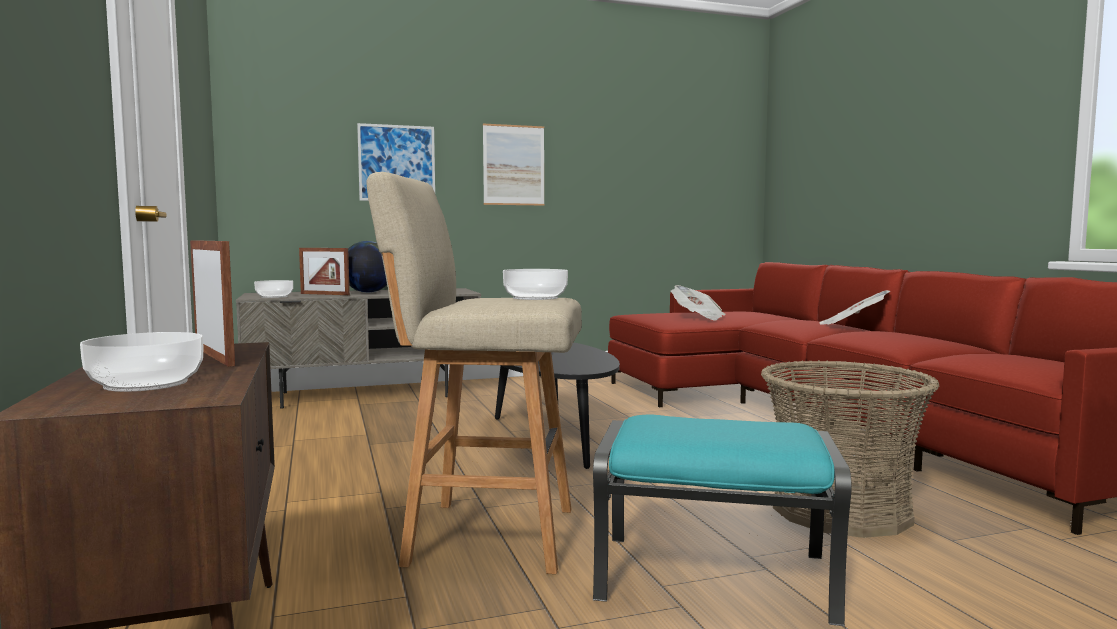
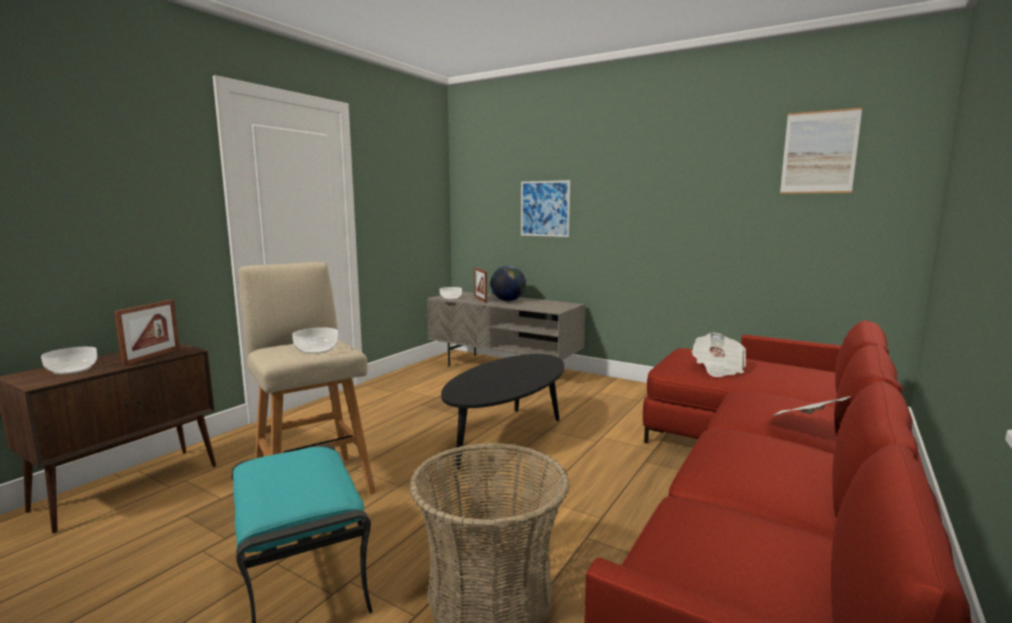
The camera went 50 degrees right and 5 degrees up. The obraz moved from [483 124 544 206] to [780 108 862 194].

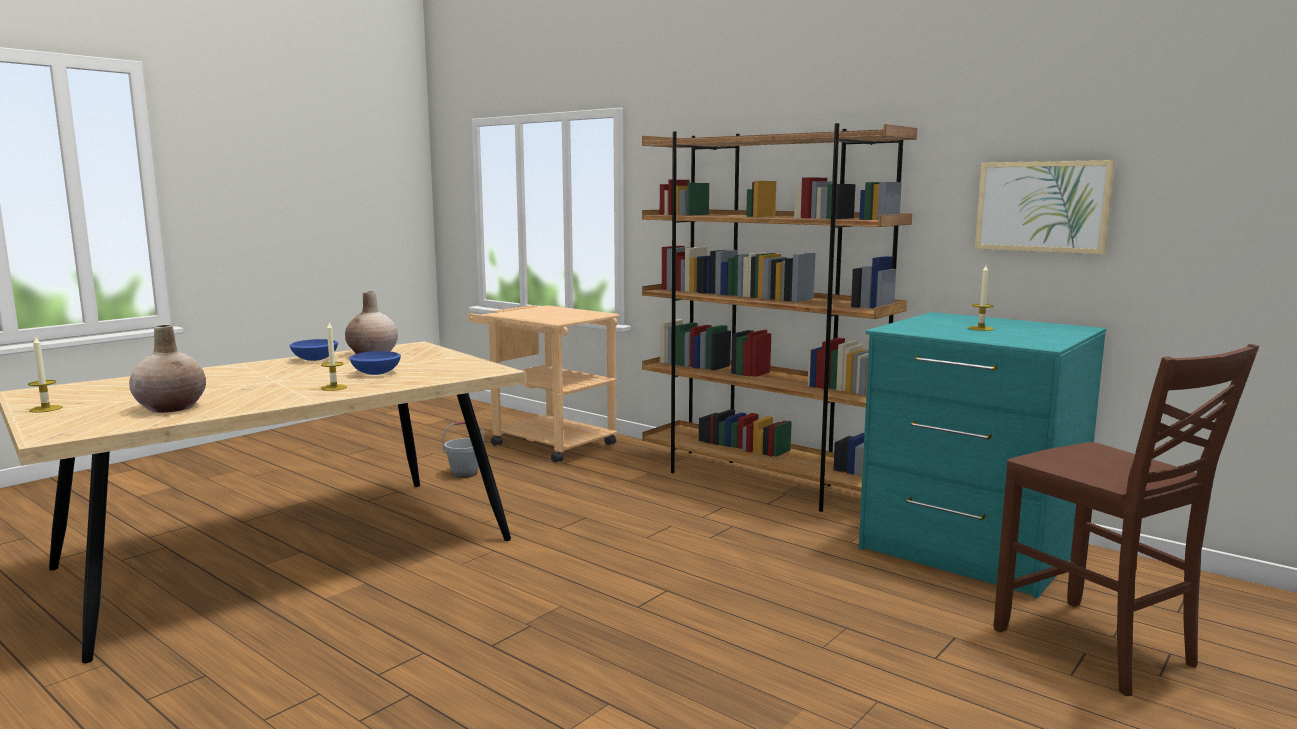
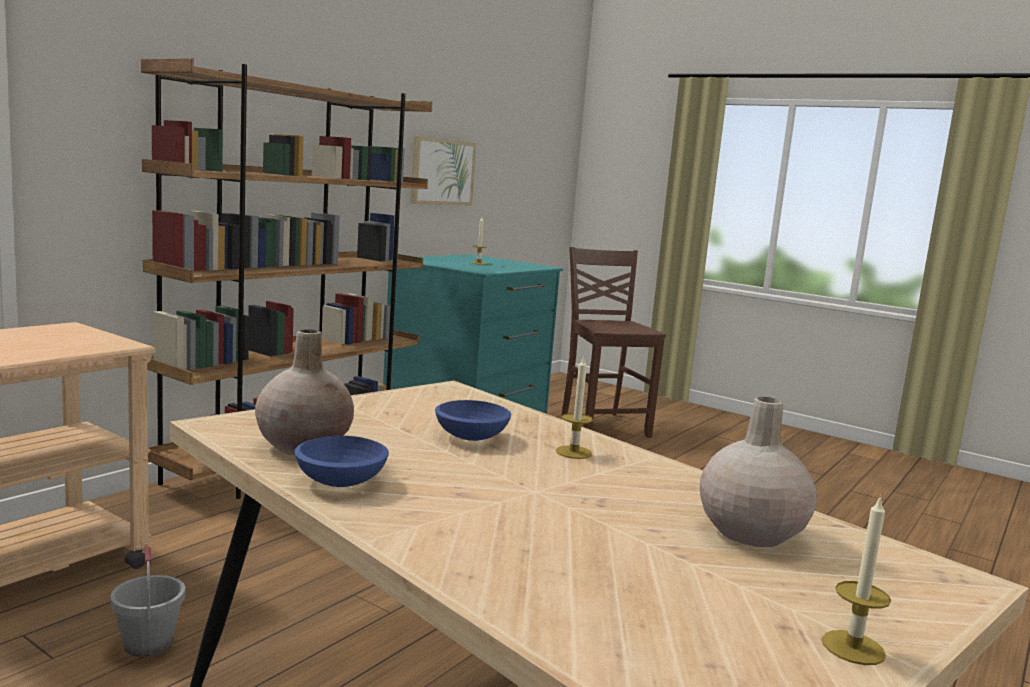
The camera went 95 degrees left and 0 degrees up. The krzesło/brązowy at [994 344 1259 696] turned 75 degrees counterclockwise.

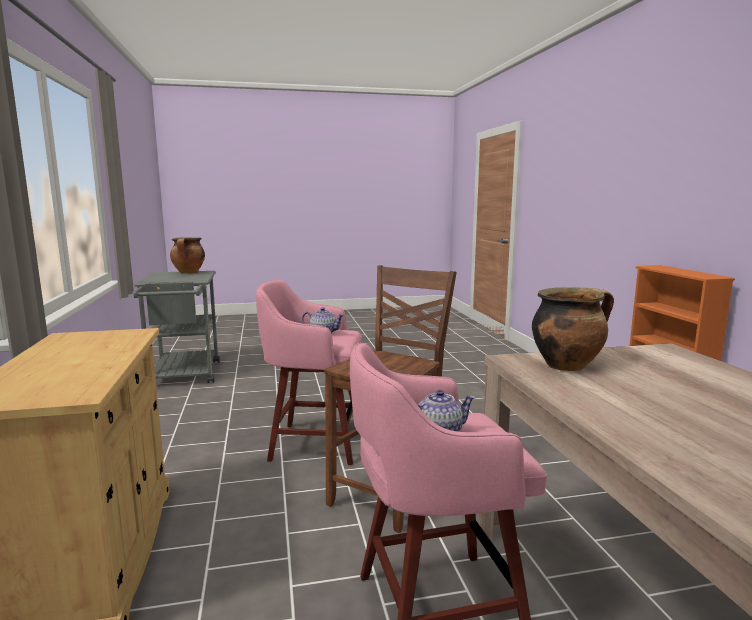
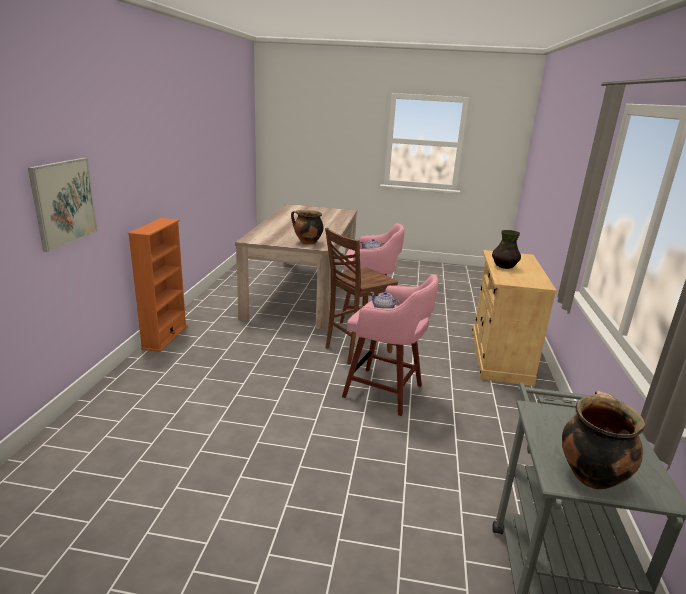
The camera went 160 degrees left and 10 degrees up. The obraz at [28 158 98 252] appeared. The wazon at [492 230 521 269] appeared.

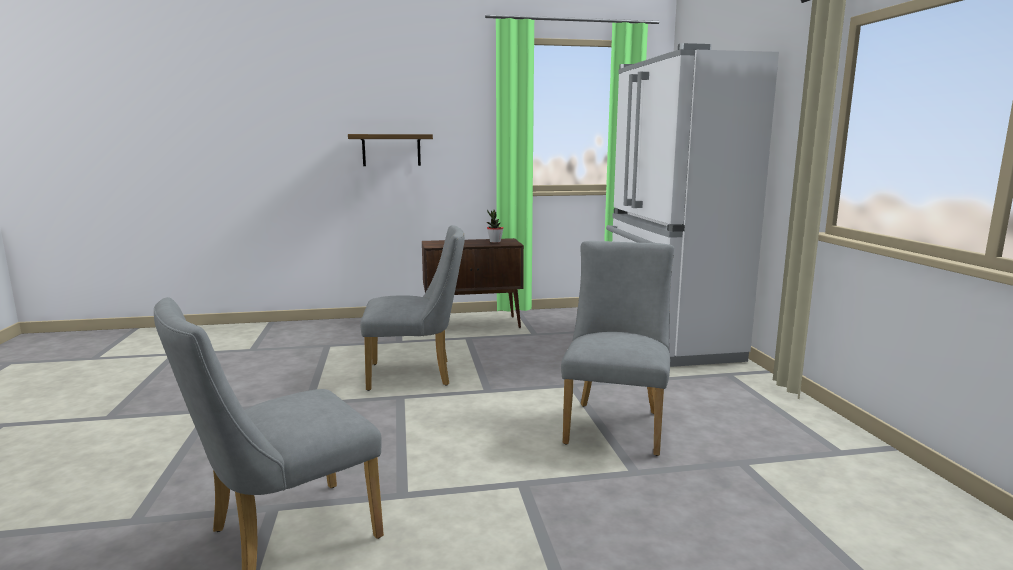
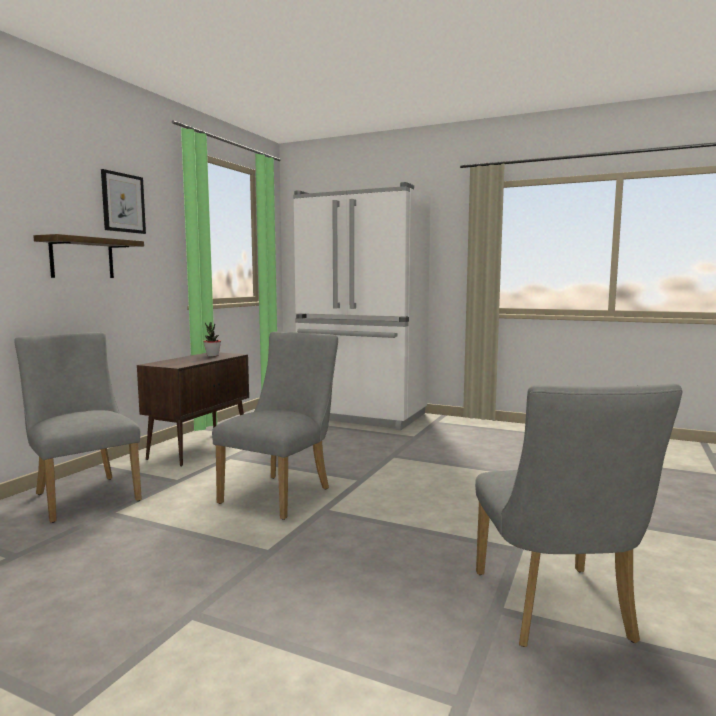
The camera went 55 degrees left and 5 degrees down. The obraz at [101 169 146 234] appeared. The krzesło/szary moved from [561 241 674 456] to [14 332 142 523].

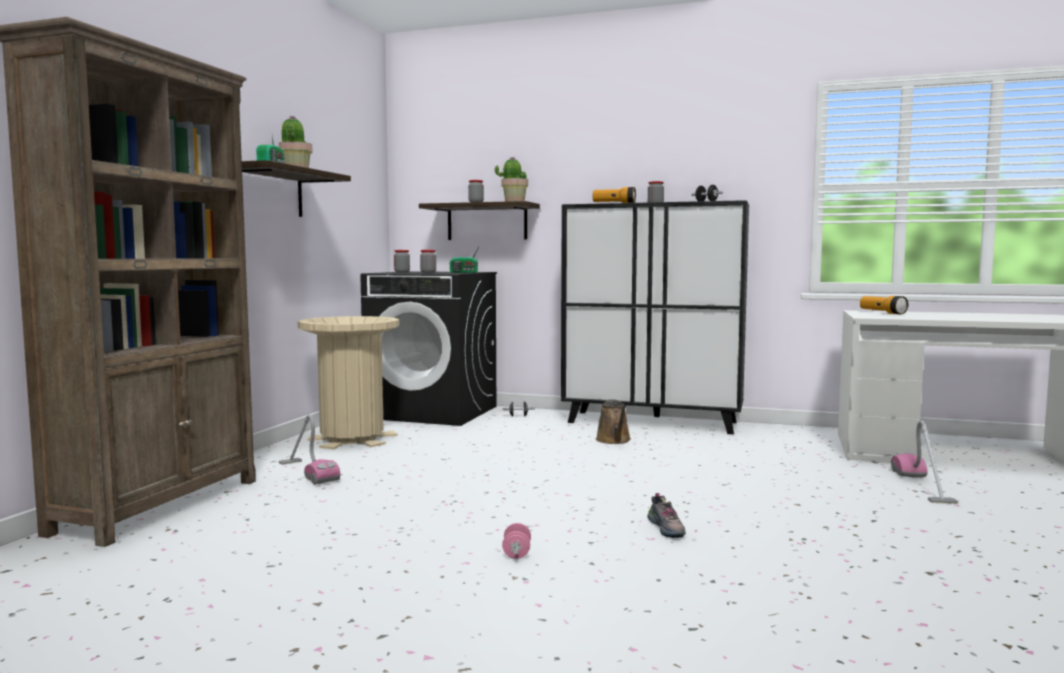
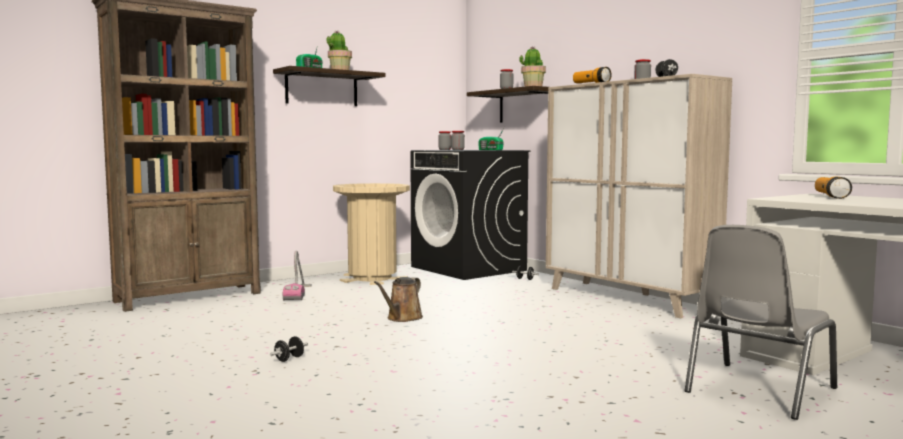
The camera went 35 degrees right and 0 degrees up. The but at [647 493 686 538] disappeared. The konewka/brązowy moved from [596 399 631 444] to [374 277 423 322]. The odkurzacz at [891 420 958 504] was replaced by the krzesło/szary at [684 225 837 420]. The hantel/różowy at [502 523 531 559] became the hantel/czarny at [270 336 308 362]. The szafka/czarny at [561 200 749 434] became the szafka/beżowy at [546 74 732 318].

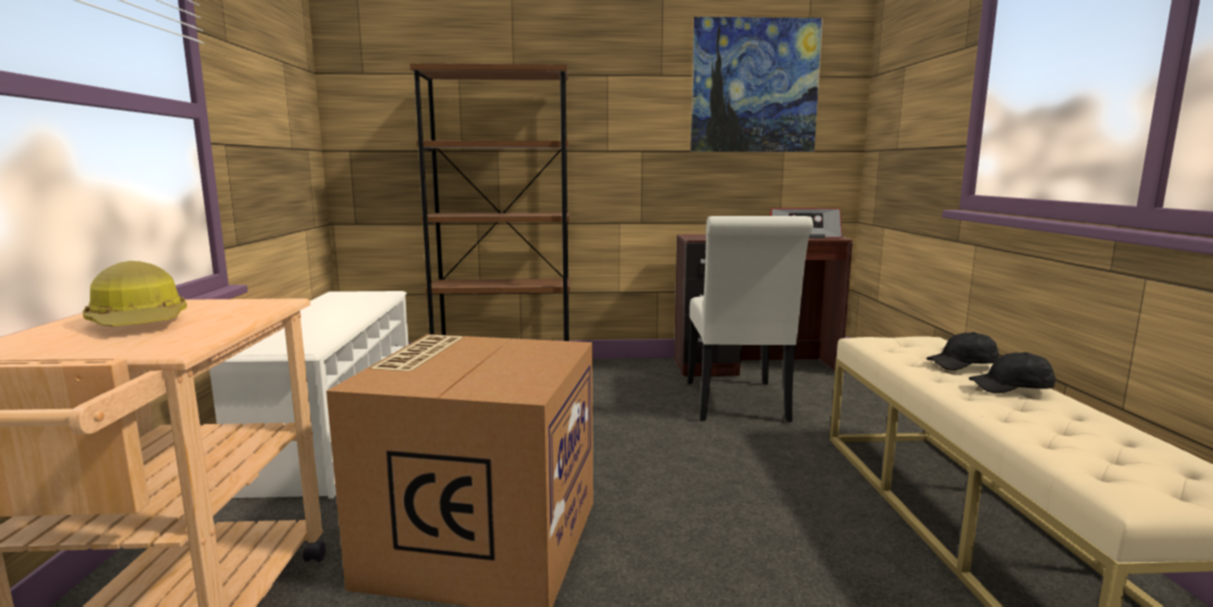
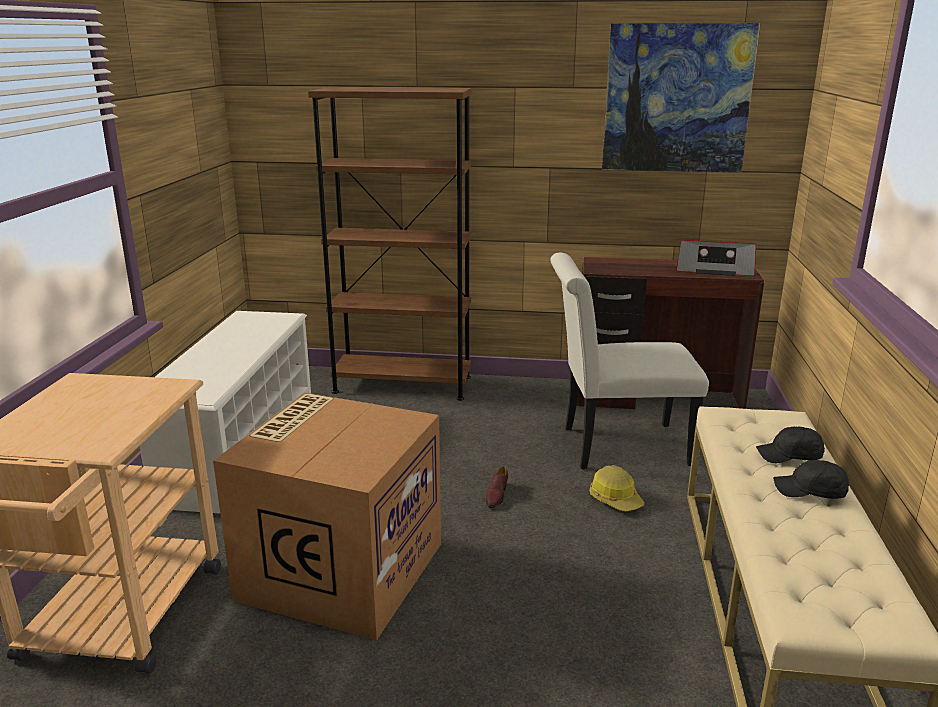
The camera went 10 degrees right and 10 degrees up. The but/brązowy at [486 466 508 508] appeared. The kask moved from [83 261 187 326] to [589 465 644 512]. The krzesło/biały at [687 216 813 422] turned 75 degrees clockwise.

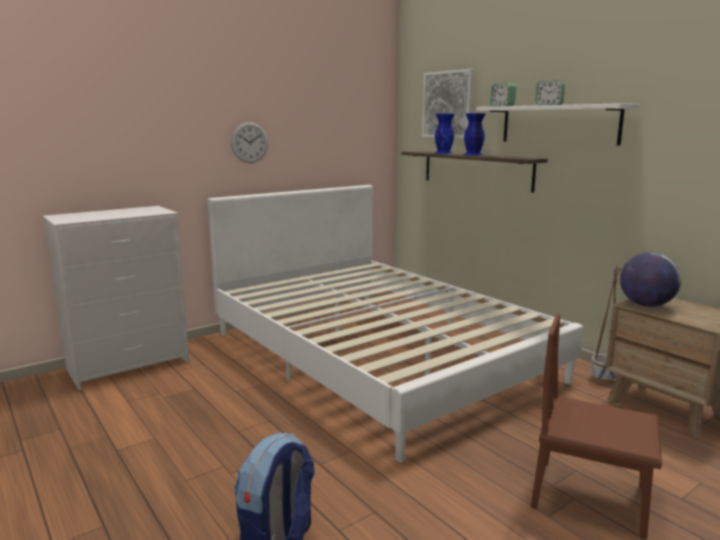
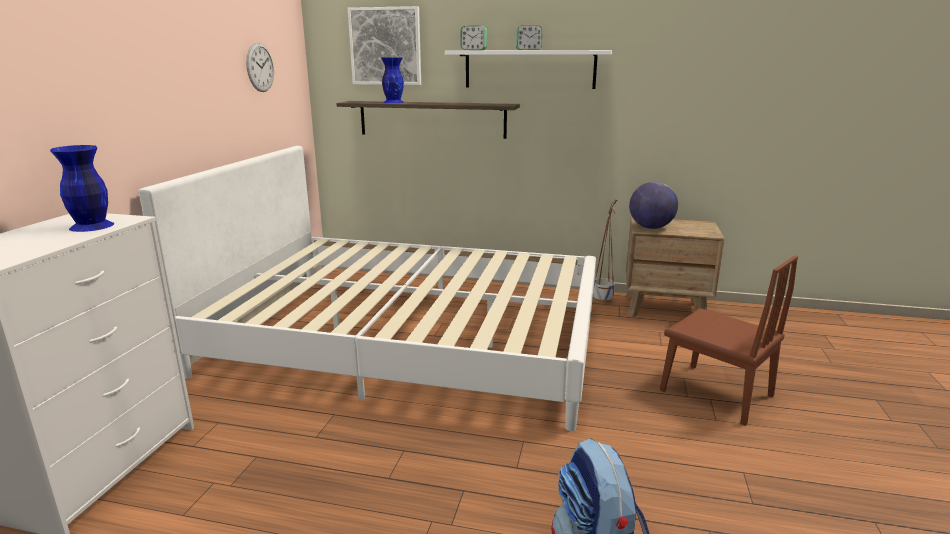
The camera went 40 degrees left and 5 degrees up. The zegar ścienny moved from [231 122 268 163] to [246 42 274 92]. The wazon/niebieski moved from [464 113 485 155] to [50 145 114 232]. The krzesło/brązowy at [531 313 662 539] turned 120 degrees counterclockwise.

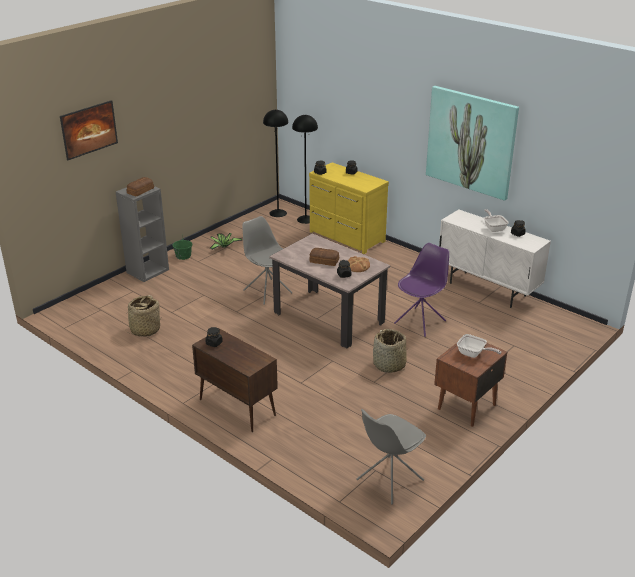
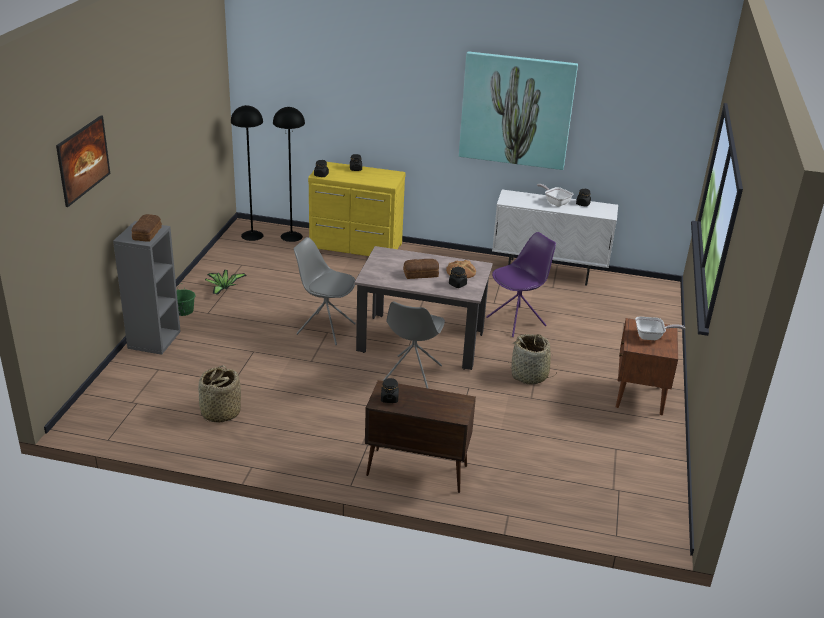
The camera went 30 degrees left and 0 degrees up. The krzesło/szary moved from [356 409 426 505] to [383 301 445 389]. The krzesło/fioletowy at [394 243 449 337] turned 45 degrees clockwise.

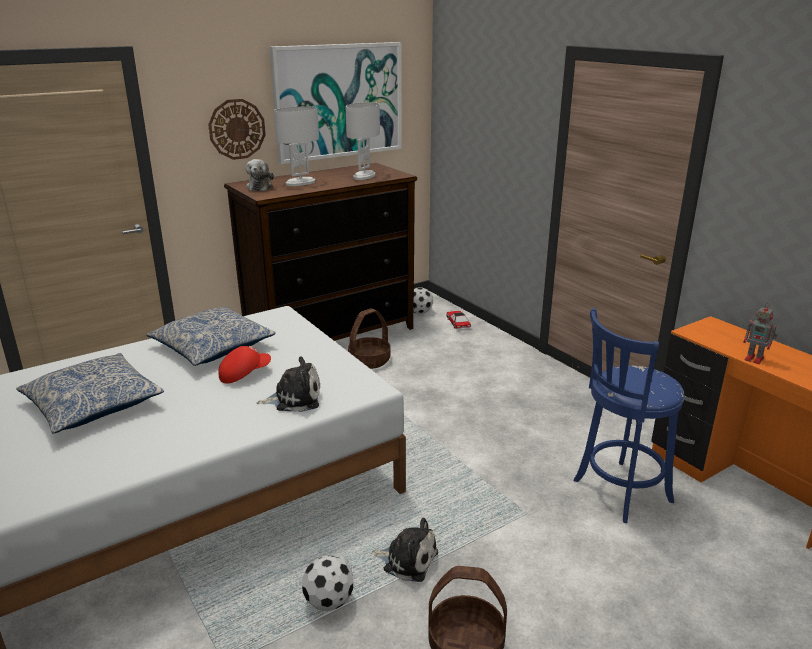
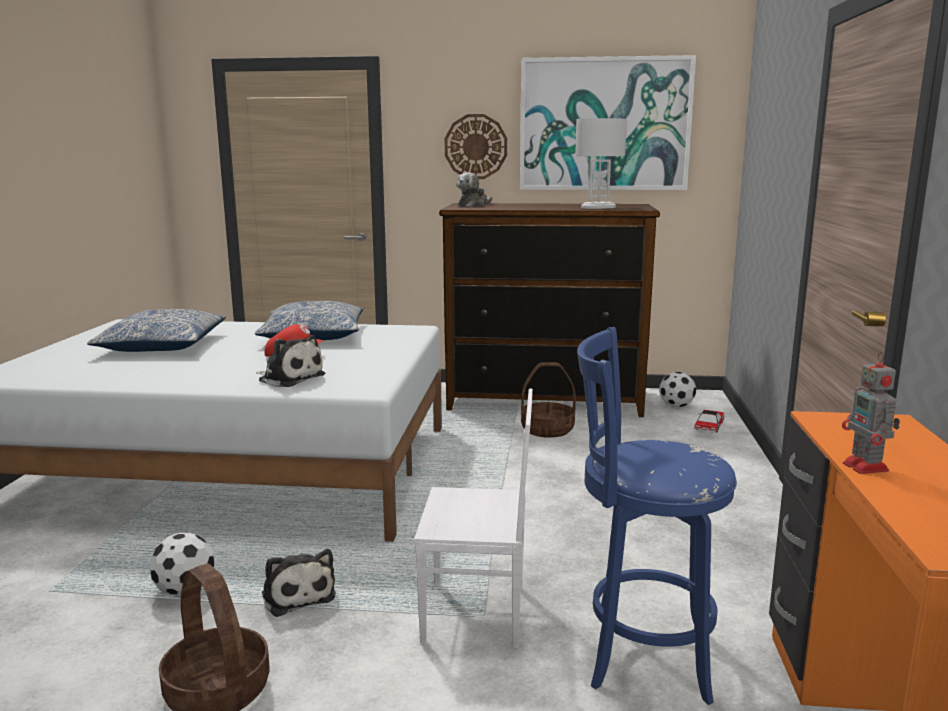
The camera went 40 degrees right and 10 degrees down. The lampa stołowa/biały at [274 107 319 186] disappeared. The krzesło/biały at [414 388 533 648] appeared.

